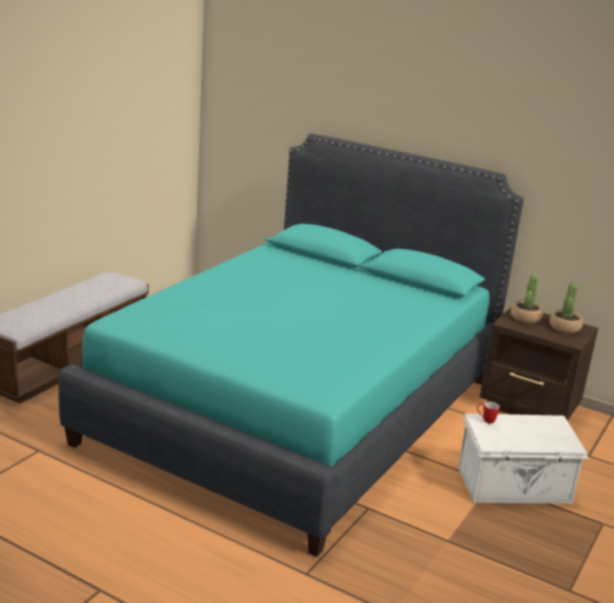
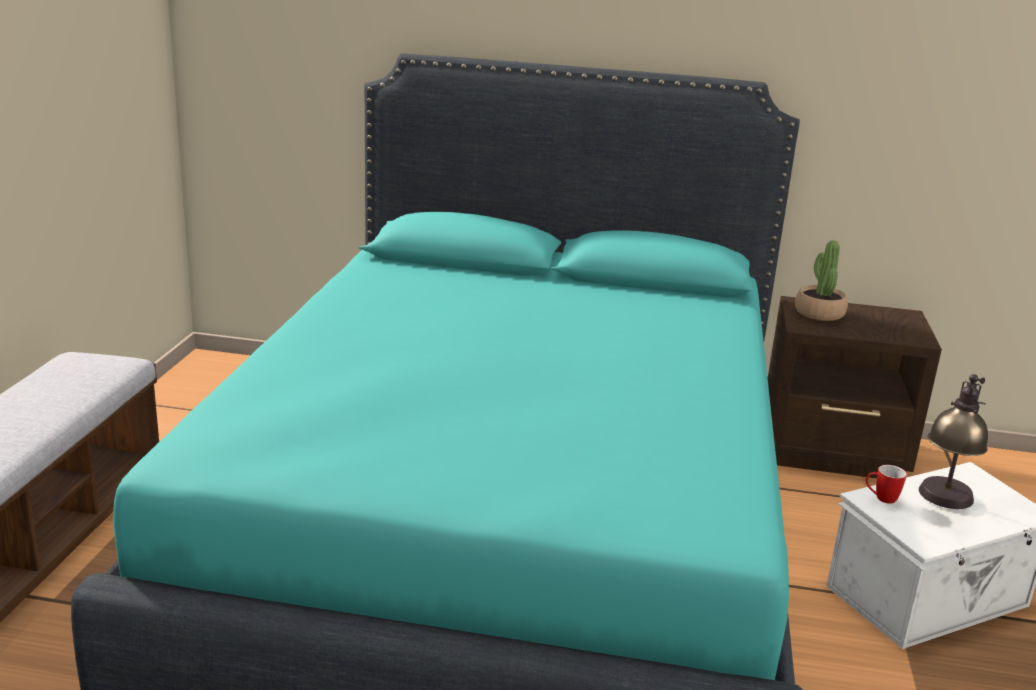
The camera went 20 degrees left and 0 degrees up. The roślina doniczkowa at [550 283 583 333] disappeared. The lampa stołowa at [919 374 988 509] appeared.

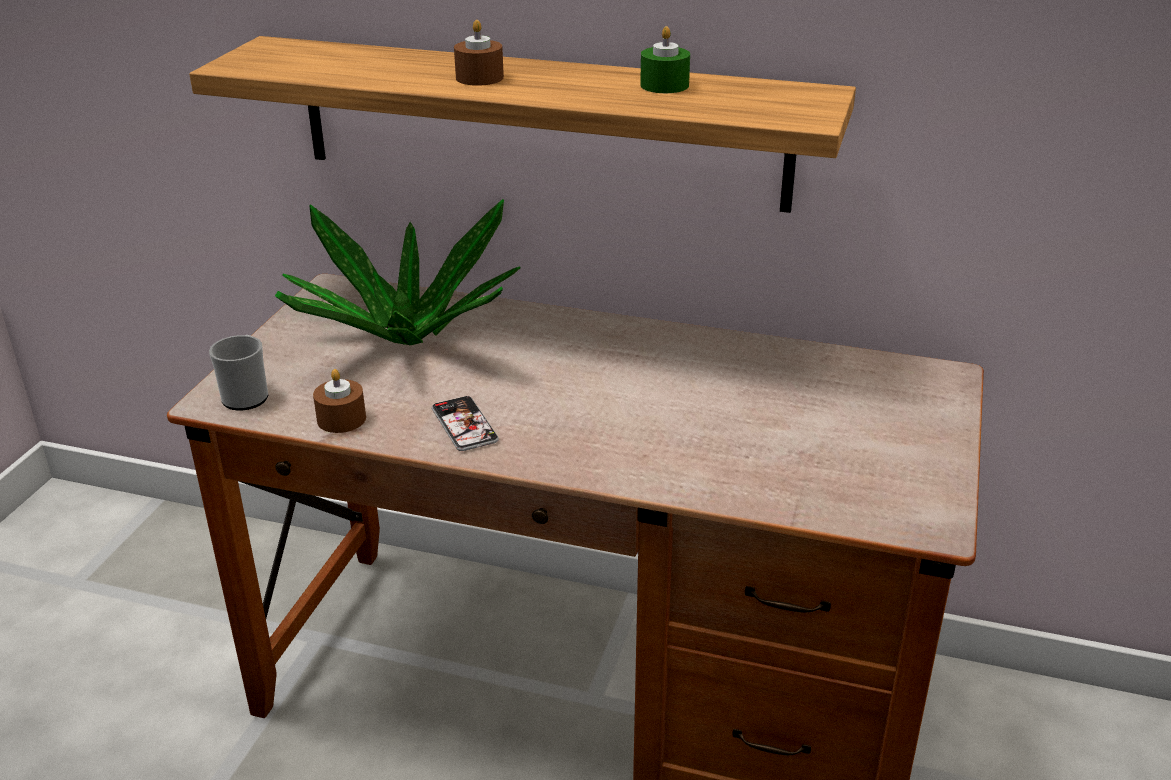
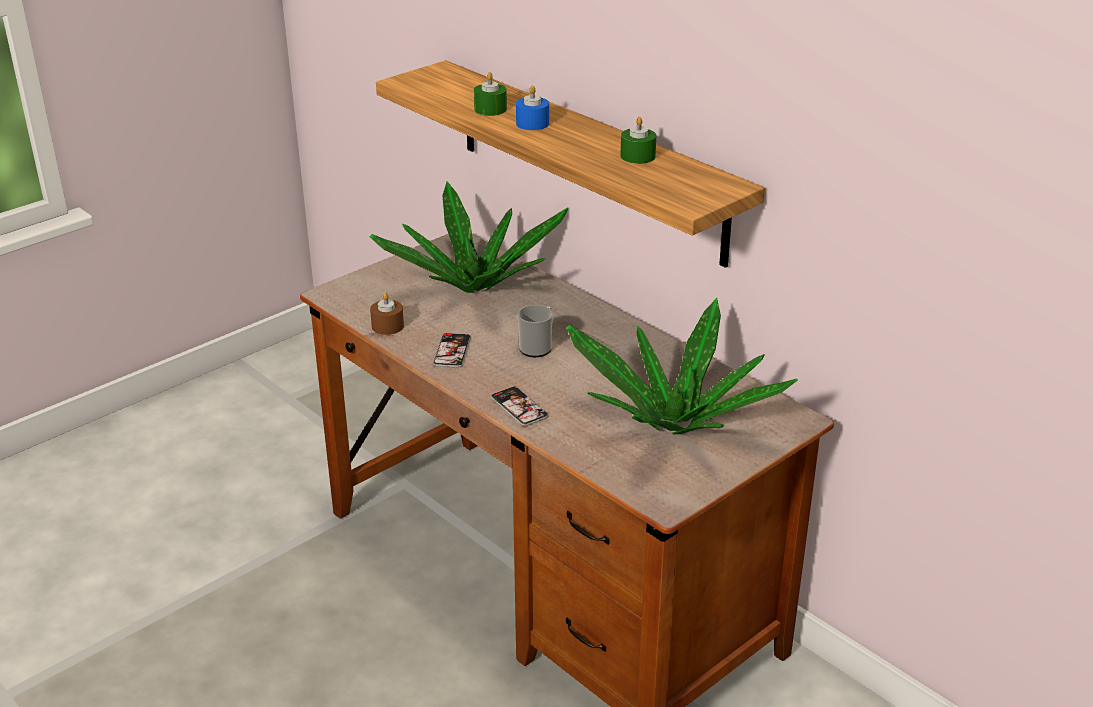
The camera went 30 degrees right and 0 degrees up. The świeca/zielony at [474 72 507 116] appeared. The telefon at [491 386 549 426] appeared. The roślina doniczkowa at [566 298 798 434] appeared. The kubek moved from [209 335 268 411] to [517 305 553 357]. The świeca/brązowy at [454 20 504 86] became the świeca/niebieski at [516 86 549 130].

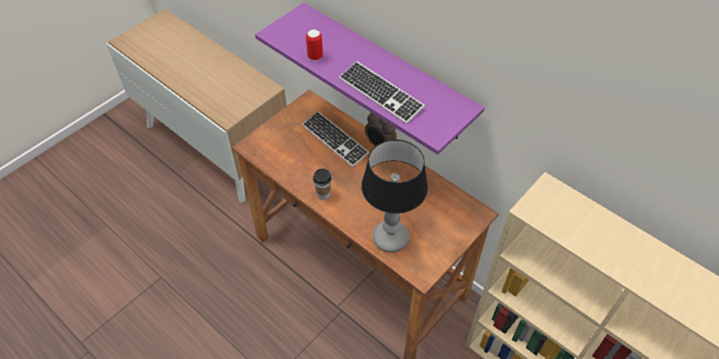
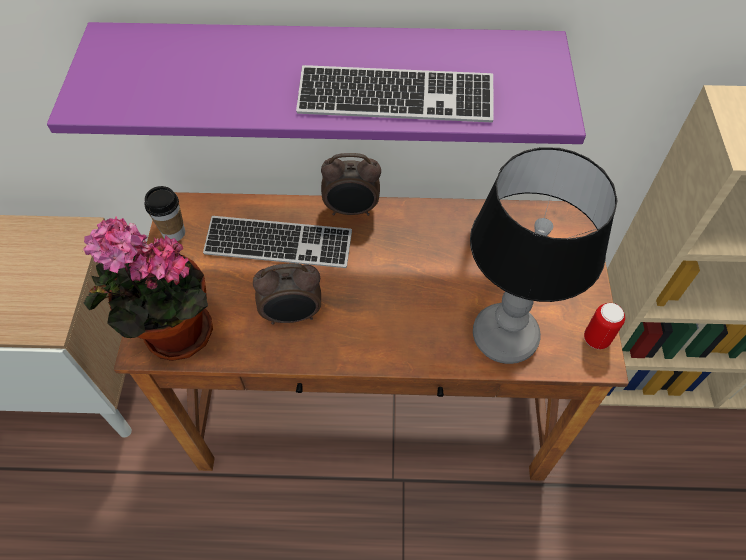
The camera went 40 degrees left and 5 degrees up. The roślina doniczkowa at [82 216 213 361] appeared. The budzik at [253 263 321 325] appeared. The puszka moved from [306 29 323 60] to [584 303 625 349]. The filiżanka moved from [313 168 332 200] to [144 186 185 241].

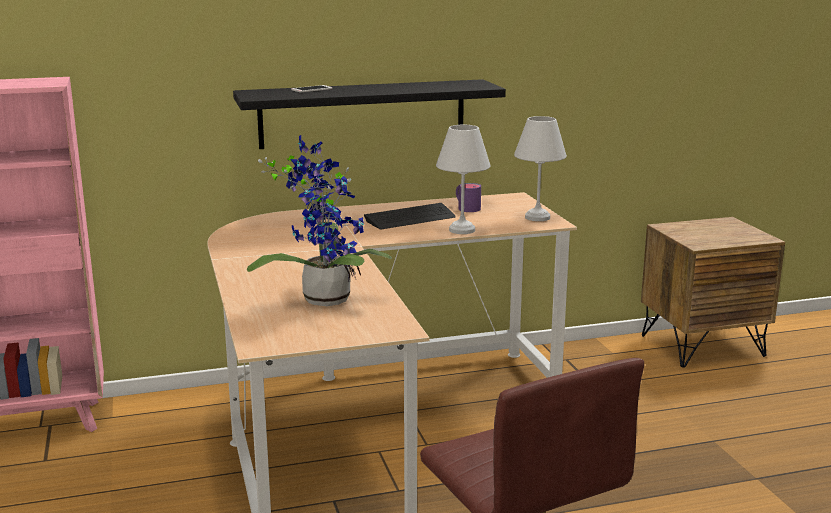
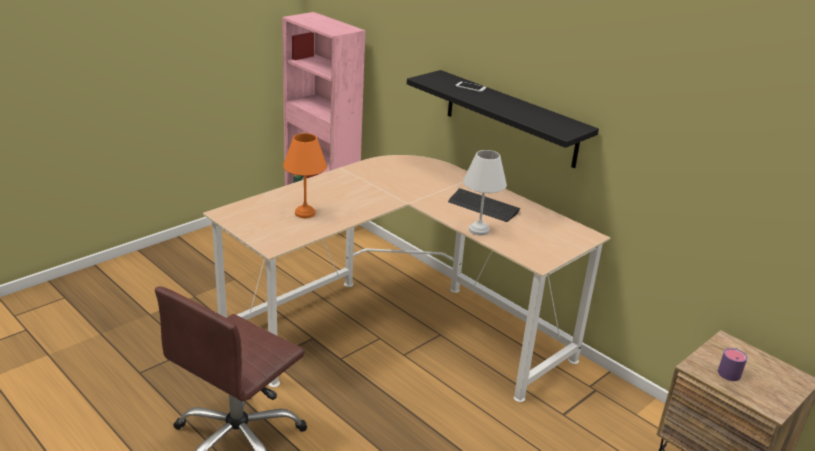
The camera went 60 degrees right and 10 degrees up. The lampa stołowa/biały at [514 116 567 221] disappeared. The kubek/fioletowy moved from [456 183 481 212] to [718 348 747 381]. The roślina doniczkowa at [247 135 392 306] was replaced by the lampa stołowa/pomarańczowy at [283 133 327 218].

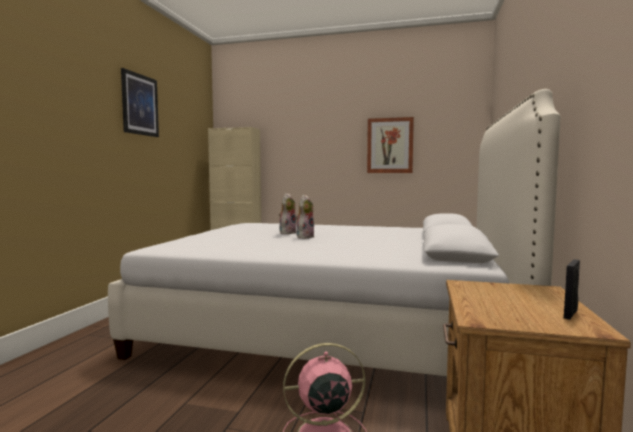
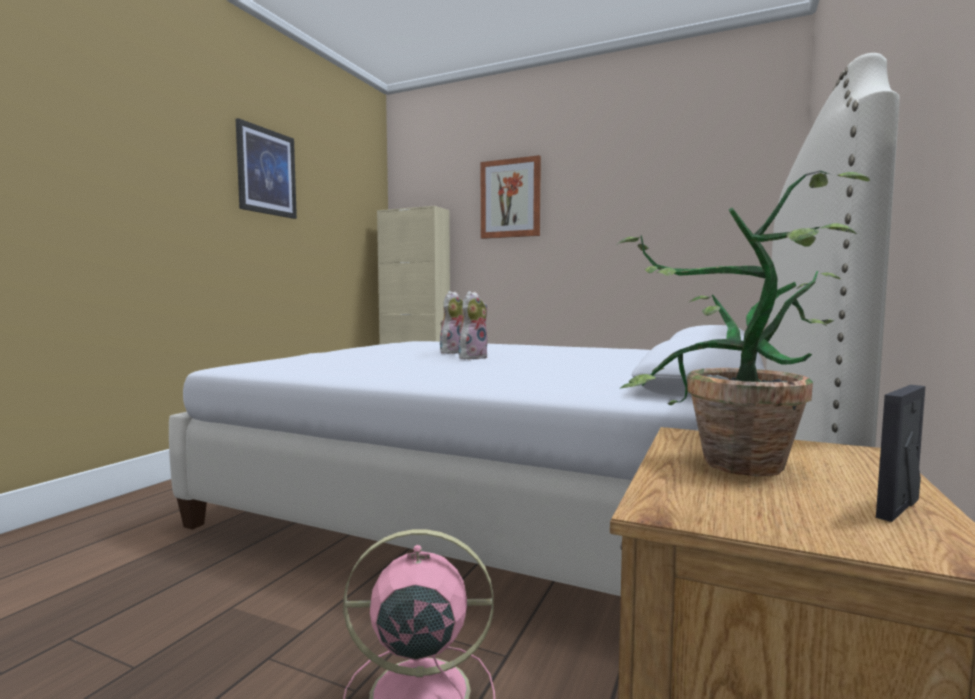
The camera went 10 degrees right and 0 degrees up. The roślina doniczkowa at [617 171 870 477] appeared. The obraz moved from [367 117 414 173] to [481 155 541 239].

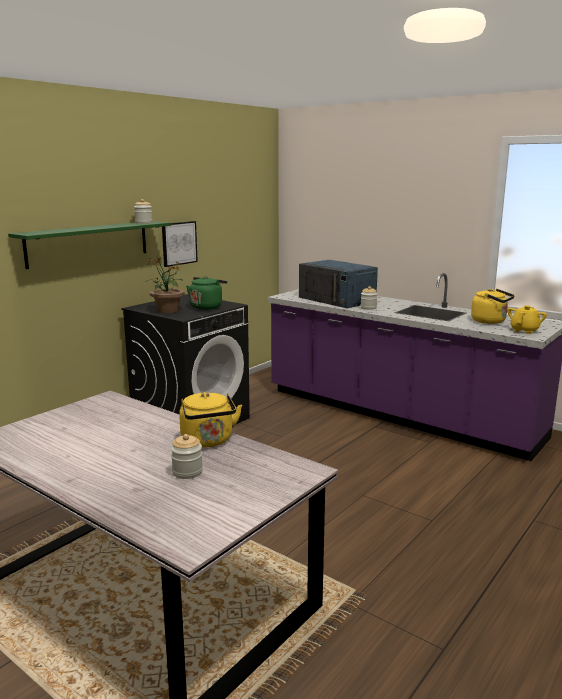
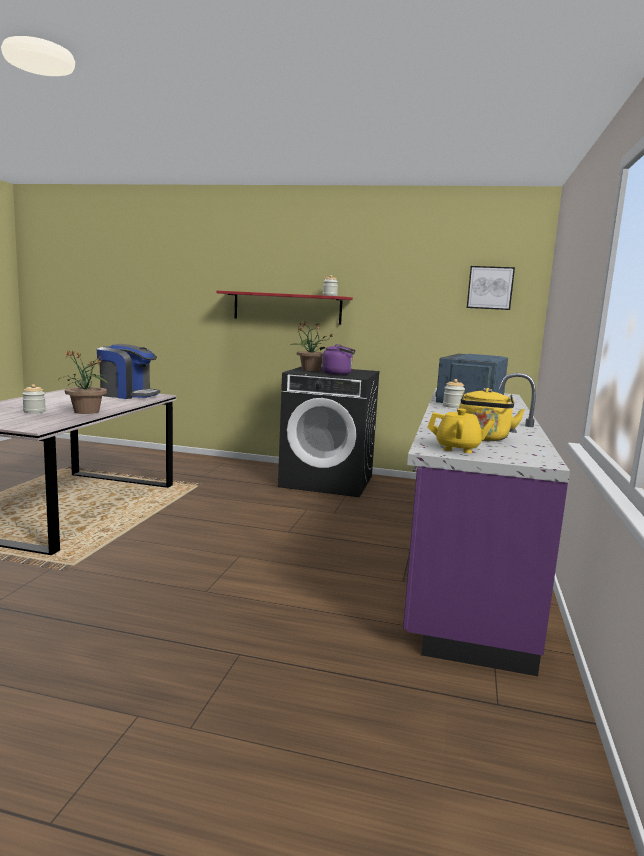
The camera went 65 degrees right and 5 degrees down. The ekspres do kawy at [97 344 160 399] appeared. The obraz moved from [162 221 198 267] to [467 266 515 310]. The czajnik/żółty at [179 392 242 448] was replaced by the roślina doniczkowa at [58 350 108 414]. The półka/zielony at [8 221 172 269] became the półka/czerwony at [217 291 353 325]. The czajnik/zielony at [186 276 227 310] became the czajnik/fioletowy at [322 344 356 375].

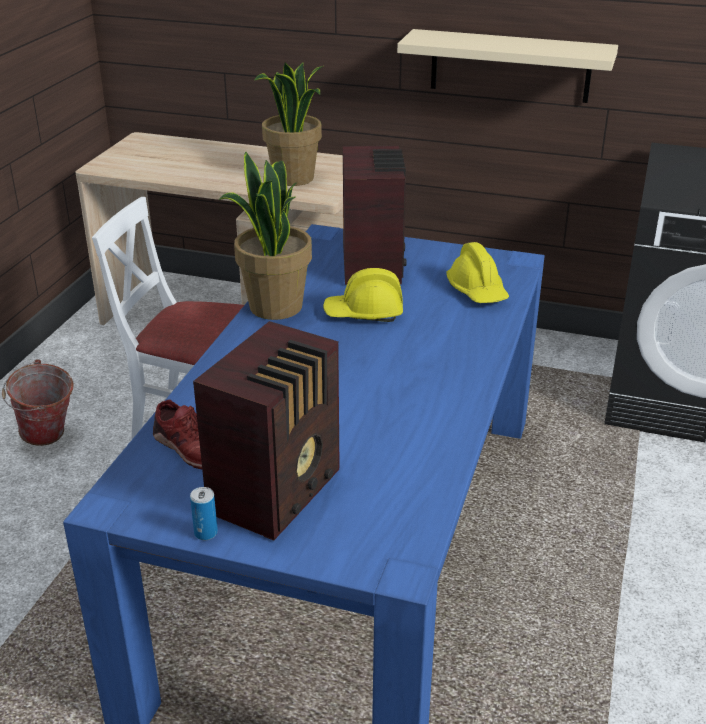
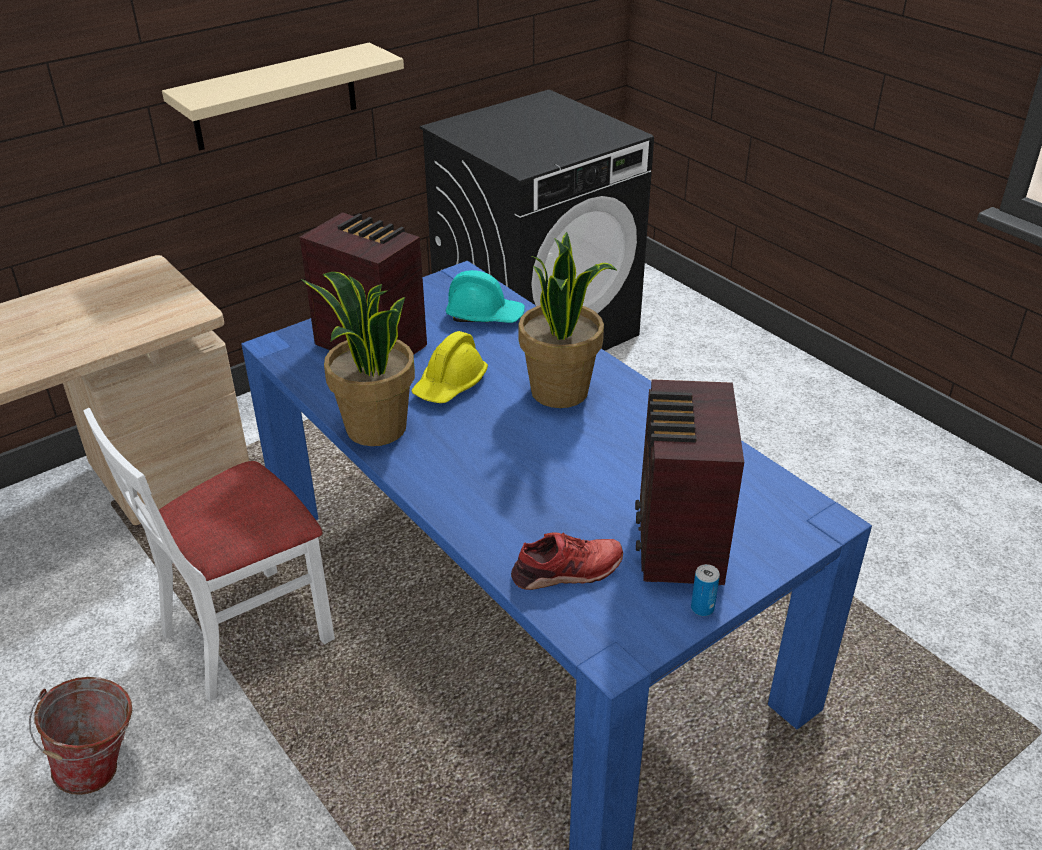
The camera went 55 degrees left and 5 degrees up. The roślina doniczkowa moved from [254 63 323 186] to [518 232 617 408]. The kask/żółty at [447 242 509 303] became the kask/turkusowy at [446 270 525 323]. The radio at [193 321 340 541] turned 150 degrees counterclockwise.

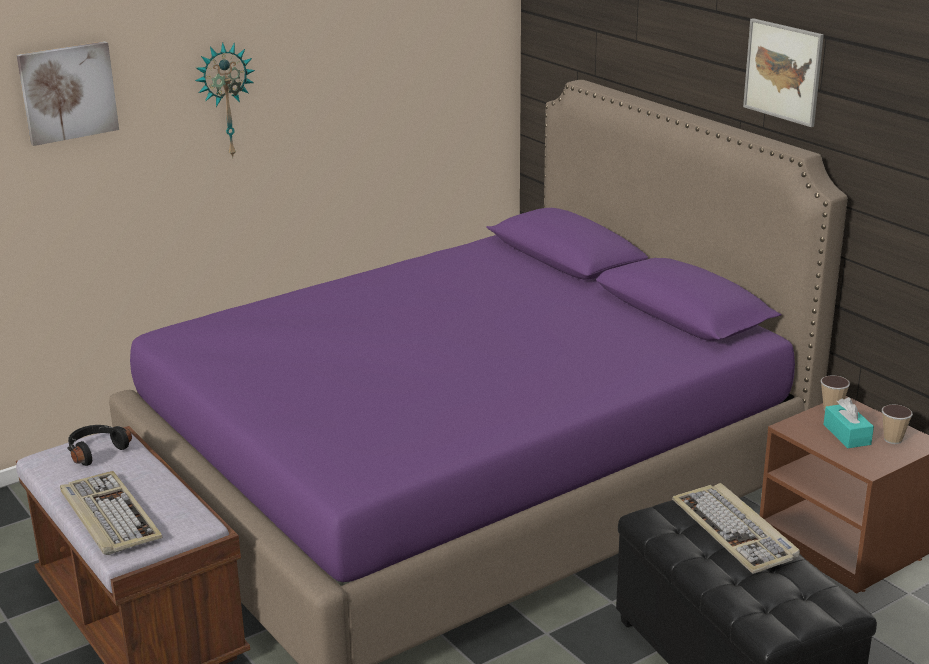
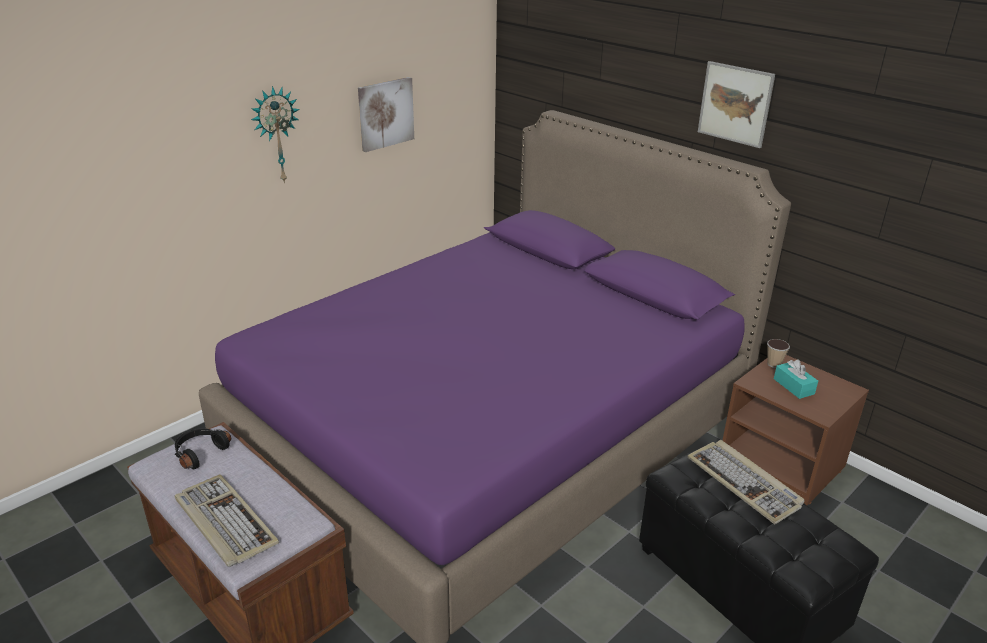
The camera went 10 degrees left and 5 degrees up. The filiżanka at [882 404 913 444] disappeared. The obraz moved from [17 41 119 146] to [358 77 414 152].

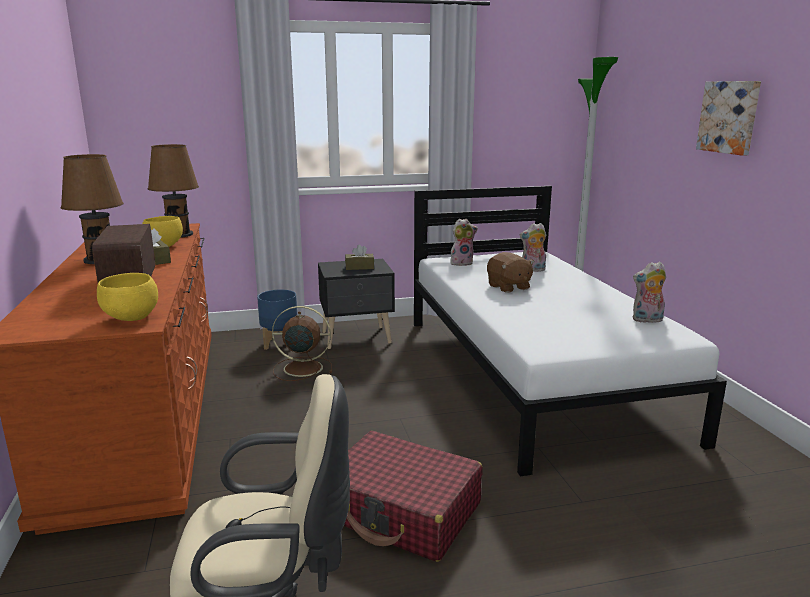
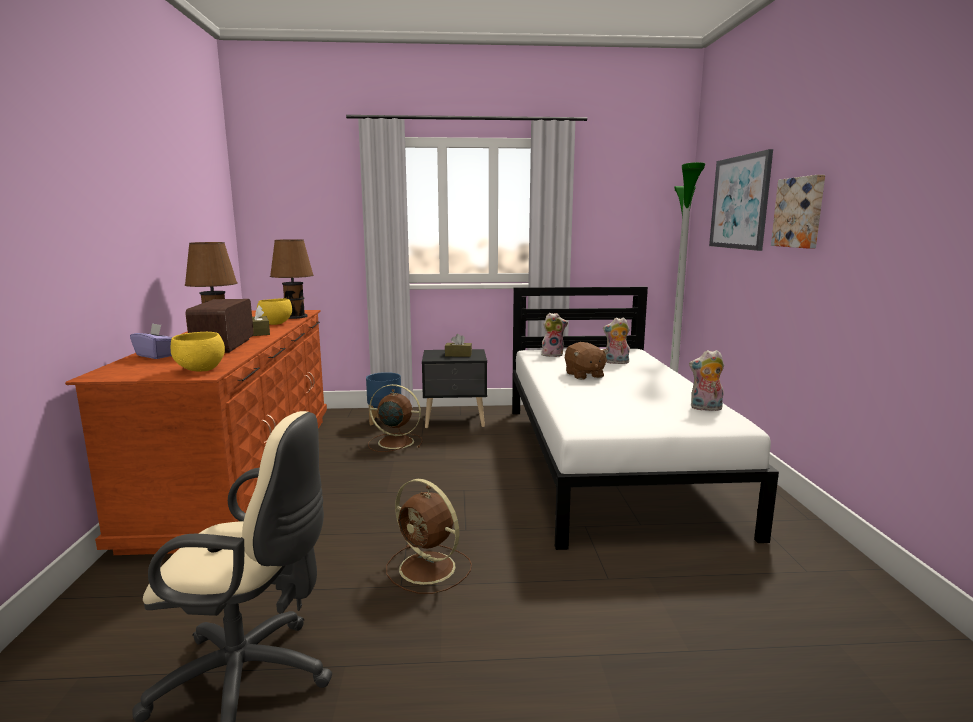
The camera went 10 degrees right and 5 degrees down. The pudełko chusteczek/fioletowy at [130 323 172 359] appeared. The obraz at [709 149 773 251] appeared. The walizka/czerwony at [344 431 483 562] was replaced by the wentylator/brązowy at [386 479 472 594].

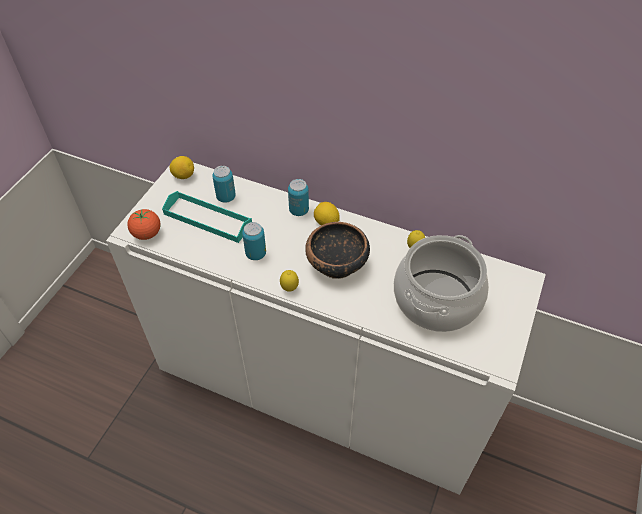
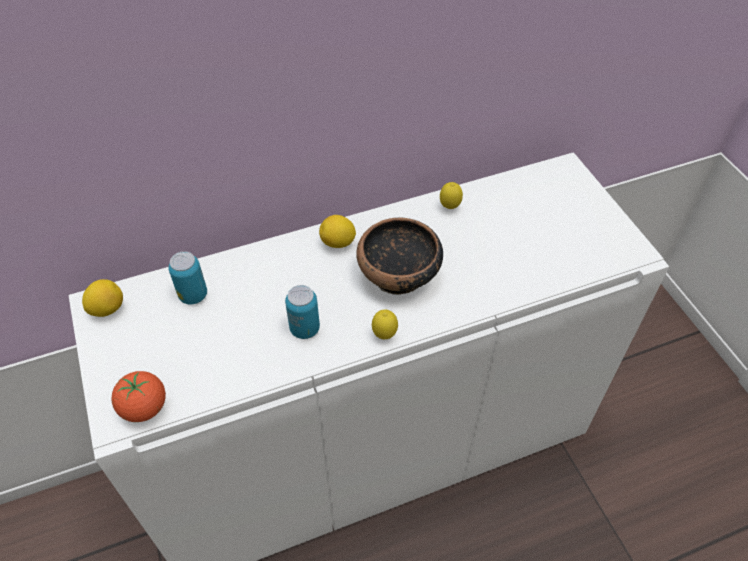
The camera went 45 degrees left and 0 degrees up. The taca/turkusowy at [162 191 252 243] disappeared. The puszka at [288 179 309 216] disappeared. The garnek at [394 235 489 332] disappeared.

